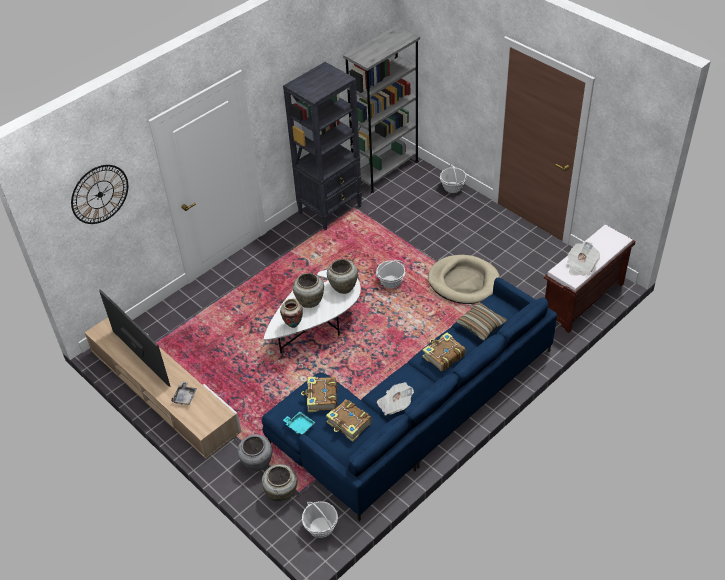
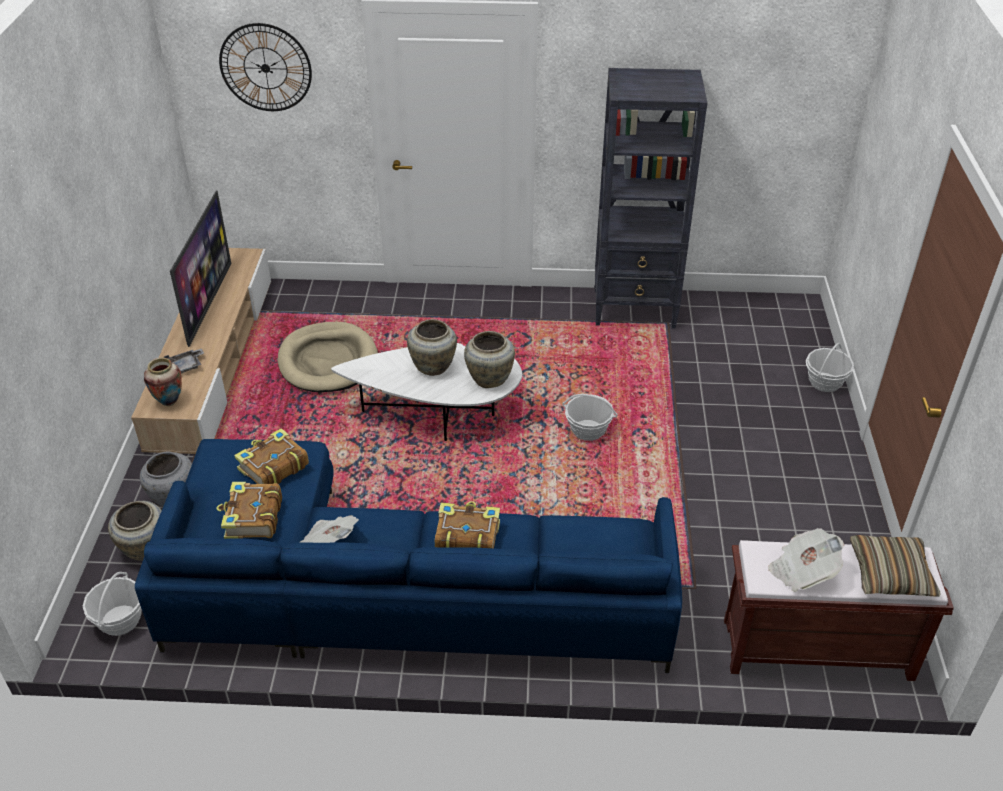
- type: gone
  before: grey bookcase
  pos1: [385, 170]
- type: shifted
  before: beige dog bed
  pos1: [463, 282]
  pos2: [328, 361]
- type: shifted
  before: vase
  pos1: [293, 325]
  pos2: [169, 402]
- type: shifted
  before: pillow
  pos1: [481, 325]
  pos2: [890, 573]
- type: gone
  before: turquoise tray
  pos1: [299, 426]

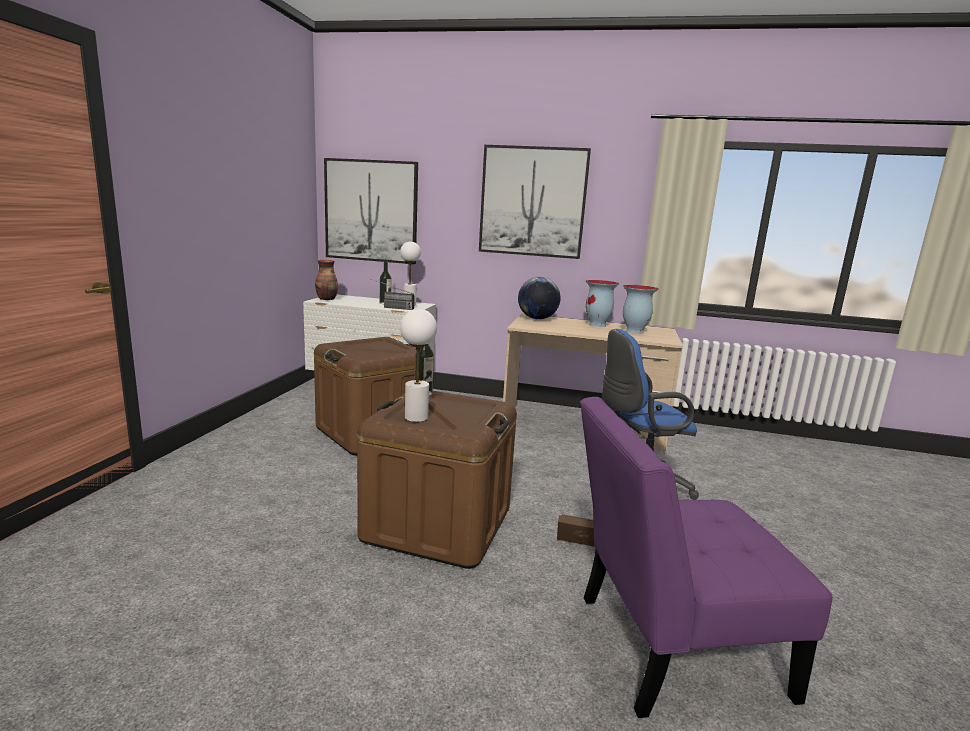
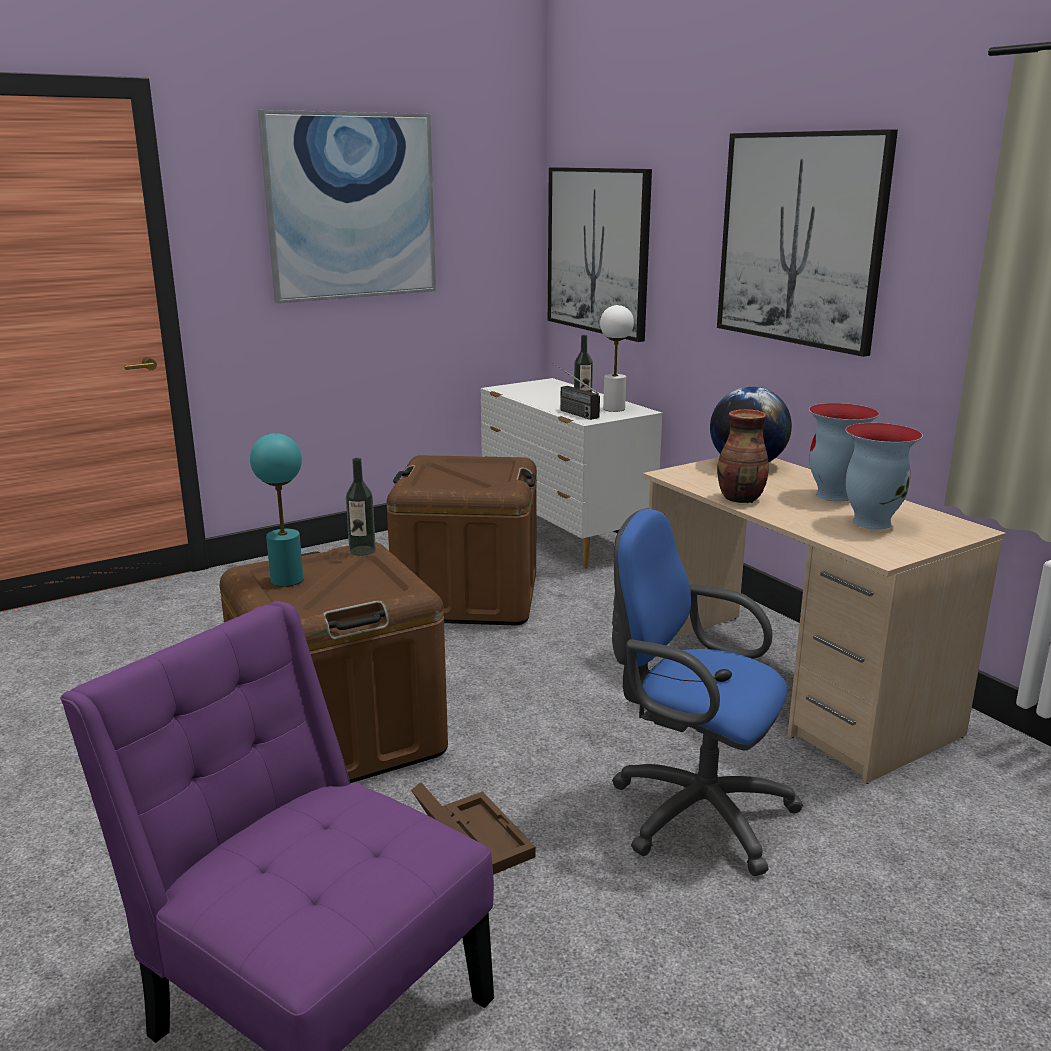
- type: shifted
  before: vase
  pos1: [327, 299]
  pos2: [741, 499]
- type: repainted
  before: white table lamp
  after: turquoise table lamp
  pos1: [416, 417]
  pos2: [287, 580]
- type: new
  after: picture
  pos2: [351, 207]

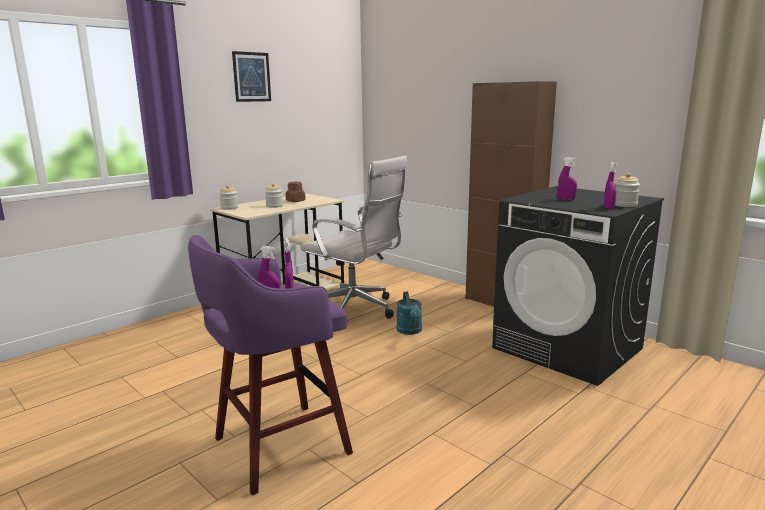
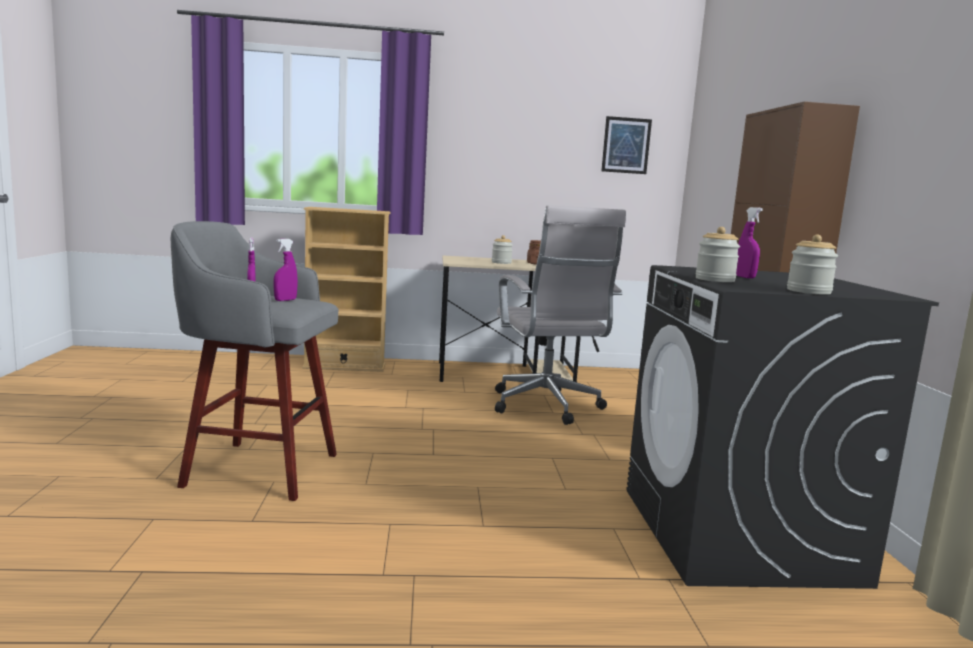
- type: shifted
  before: picture
  pos1: [252, 77]
  pos2: [626, 145]
- type: gone
  before: purple spray bottle
  pos1: [608, 208]
- type: shifted
  before: jar
  pos1: [229, 208]
  pos2: [715, 280]
- type: repainted
  before: purple stool
  after: grey stool
  pos1: [277, 447]
  pos2: [257, 469]
- type: gone
  before: turquoise watering can
  pos1: [410, 331]
- type: new
  after: beige bookcase
  pos2: [344, 366]

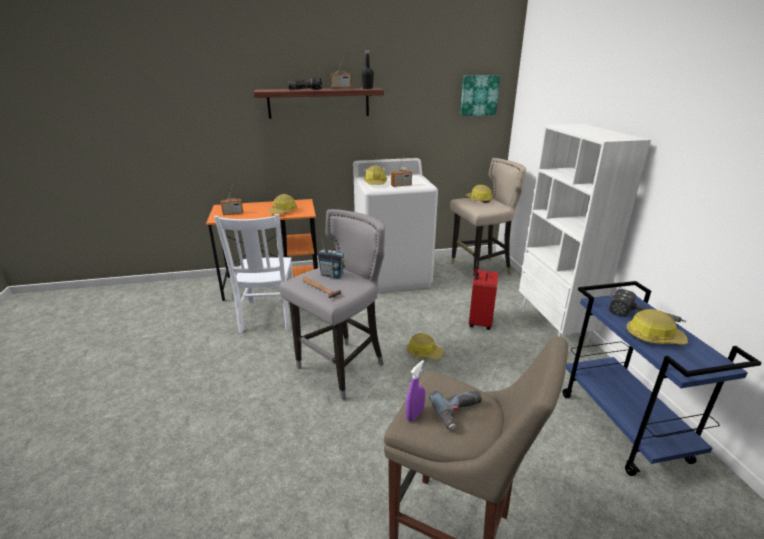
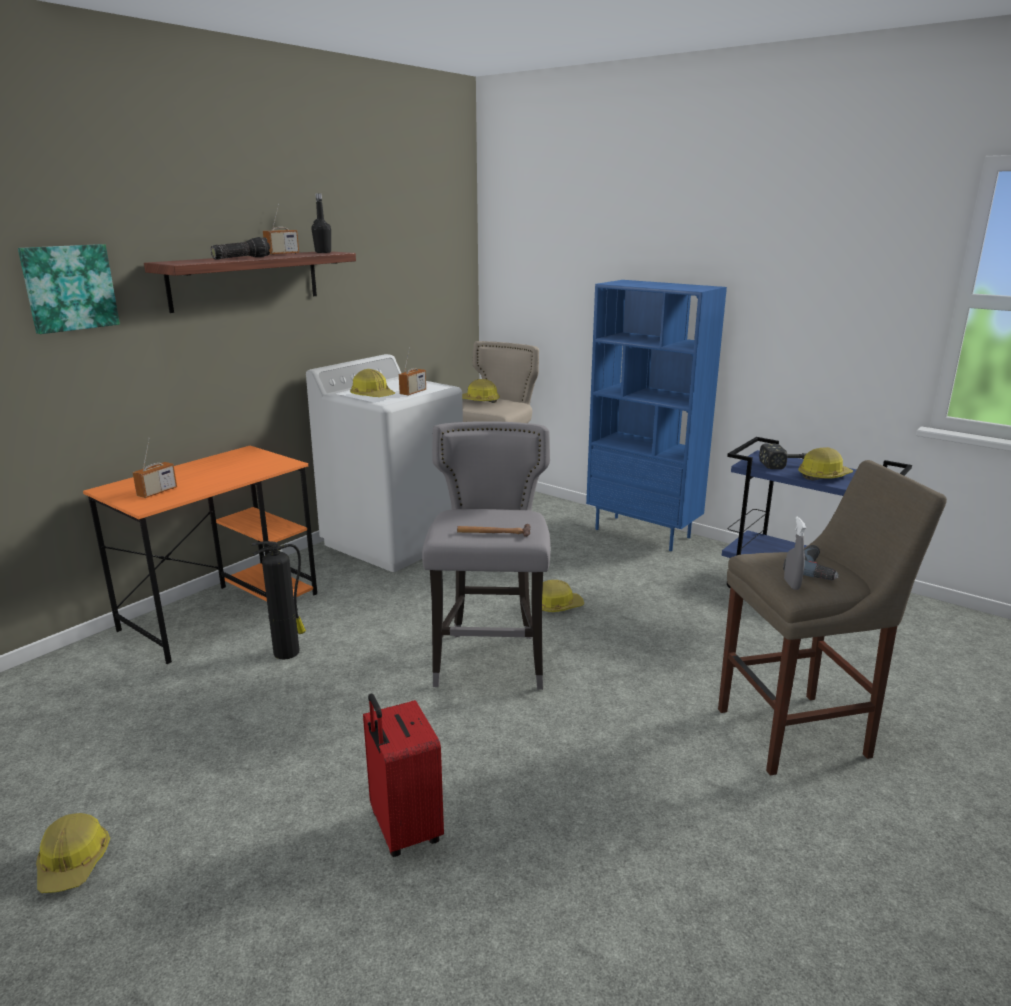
- type: shifted
  before: picture
  pos1: [479, 95]
  pos2: [69, 288]
- type: repainted
  before: white bookcase
  after: blue bookcase
  pos1: [554, 327]
  pos2: [643, 533]
- type: shifted
  before: hard hat
  pos1: [283, 211]
  pos2: [74, 863]
- type: swapped
  before: white chair
  after: fire extinguisher
  pos1: [268, 316]
  pos2: [288, 652]
- type: gone
  before: radio
  pos1: [332, 275]
- type: shifted
  before: red suitcase
  pos1: [479, 322]
  pos2: [403, 829]
- type: repainted
  before: purple spray bottle
  after: grey spray bottle
  pos1: [415, 414]
  pos2: [791, 584]

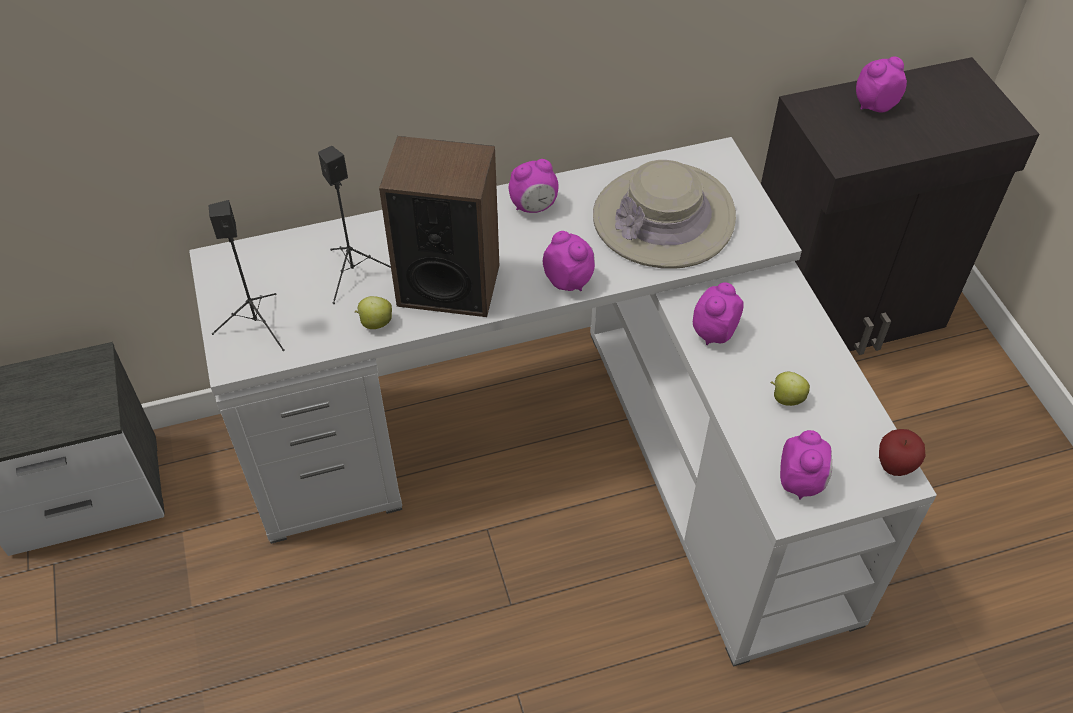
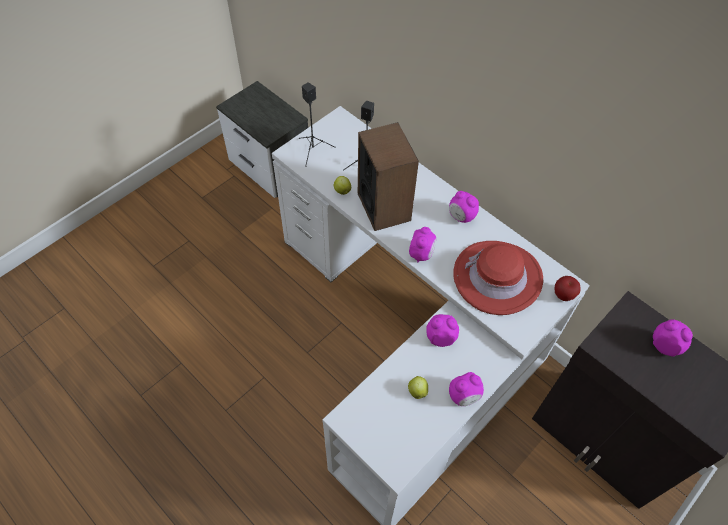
- type: repainted
  before: beige hat
  after: red hat
  pos1: [663, 218]
  pos2: [497, 277]
- type: shifted
  before: apple
  pos1: [894, 466]
  pos2: [563, 295]
- type: shifted
  before: alarm clock
  pos1: [800, 482]
  pos2: [464, 396]

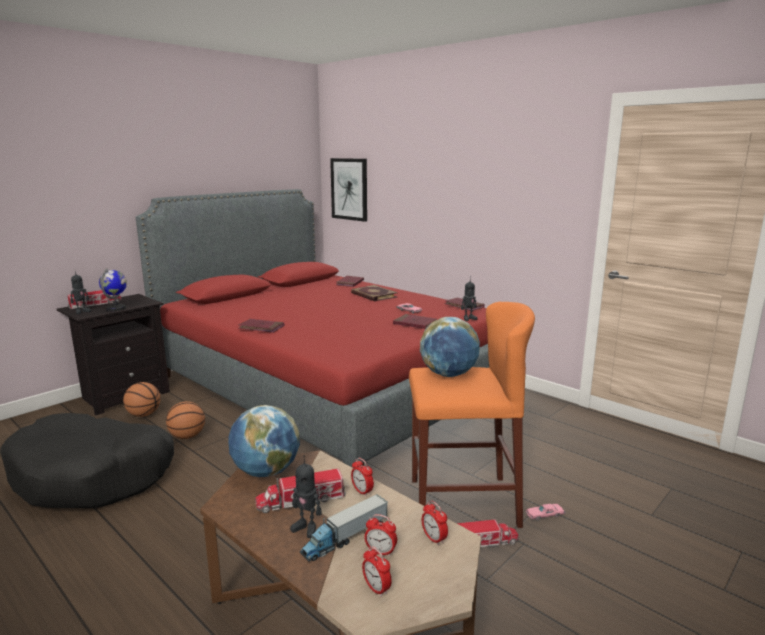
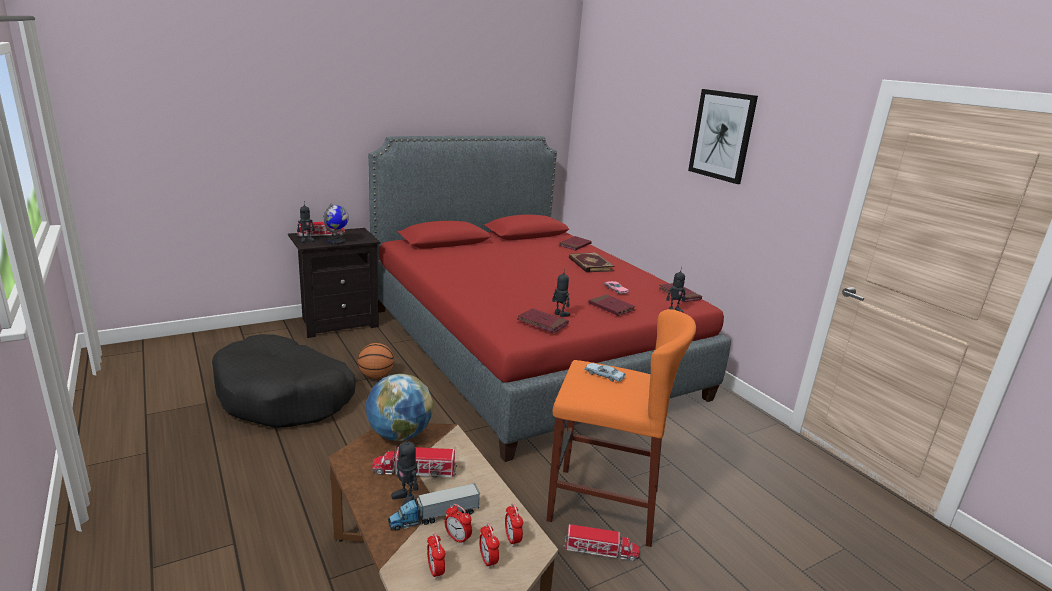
- type: shifted
  before: picture
  pos1: [349, 189]
  pos2: [722, 135]
- type: swapped
  before: globe
  after: blue toy car
  pos1: [448, 374]
  pos2: [604, 375]
- type: shifted
  before: red book
  pos1: [261, 328]
  pos2: [542, 323]
- type: gone
  before: basketball
  pos1: [144, 414]
- type: shifted
  before: alarm clock
  pos1: [362, 491]
  pos2: [488, 560]
- type: gone
  before: pink toy car
  pos1: [545, 515]
- type: new
  after: toy robot
  pos2: [560, 314]

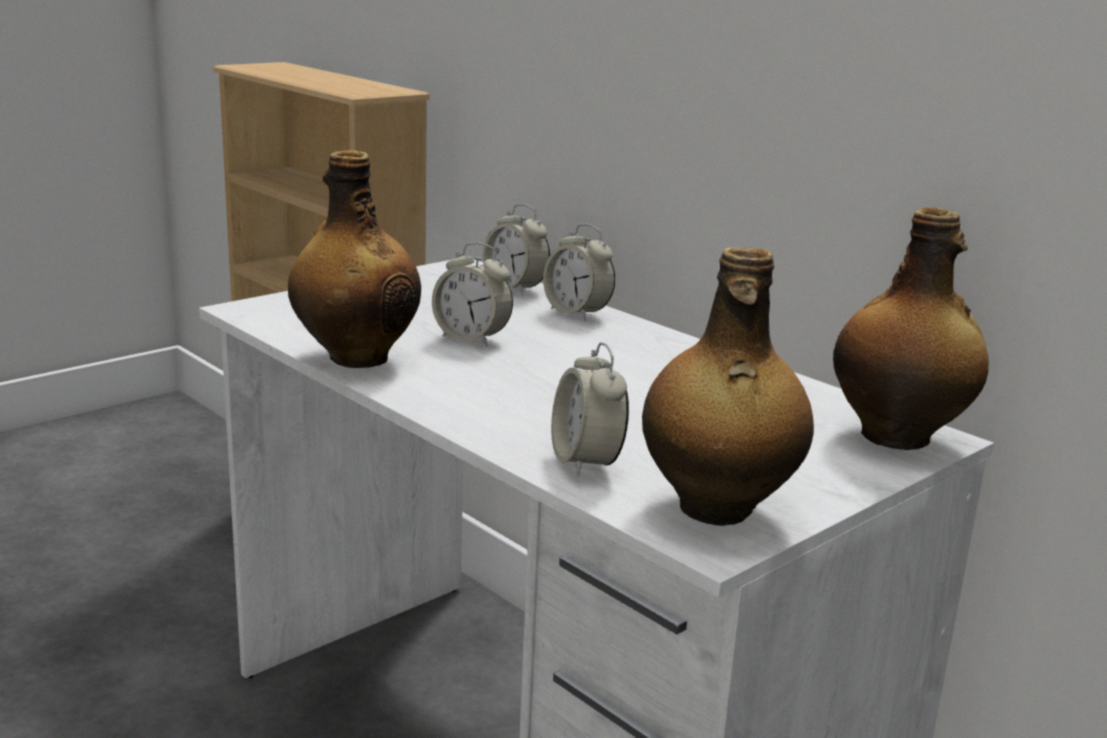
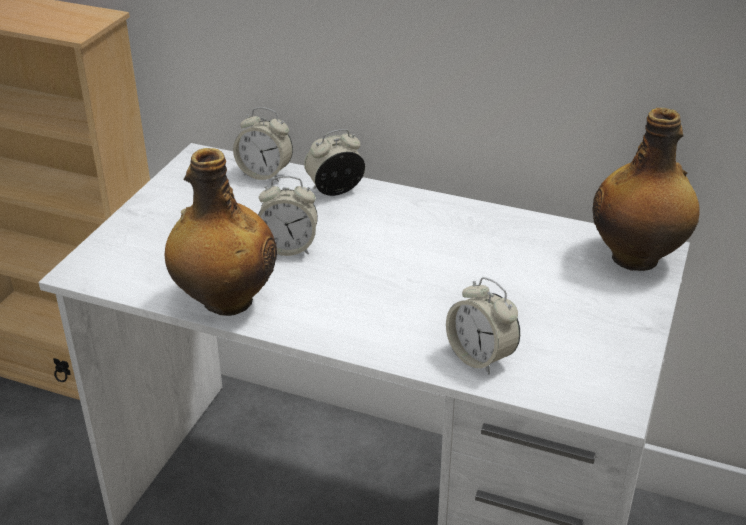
- type: rotated
  before: alarm clock
  pos1: [577, 313]
  pos2: [335, 190]
  turn: 135
- type: gone
  before: bottle
  pos1: [716, 509]

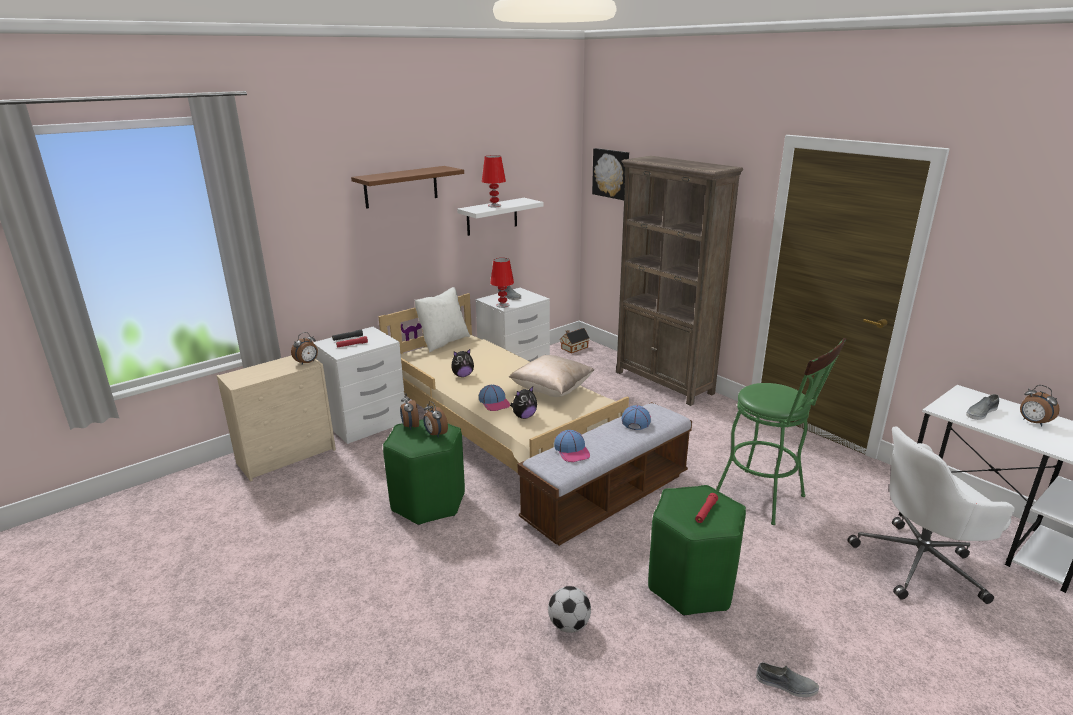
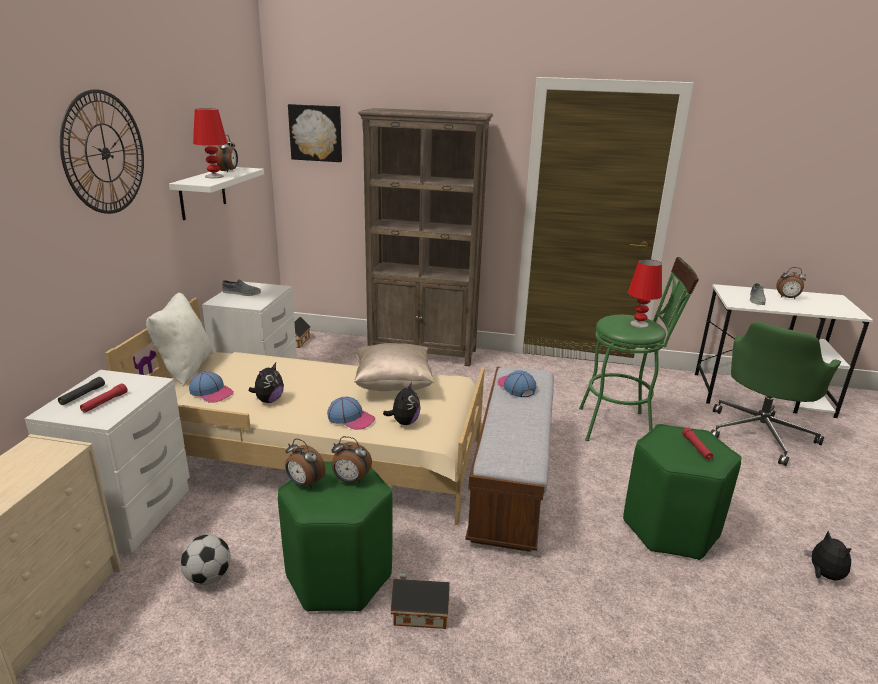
- type: swapped
  before: brown shelf
  after: wall clock
  pos1: [401, 187]
  pos2: [105, 153]
- type: shifted
  before: red table lamp
  pos1: [503, 305]
  pos2: [639, 324]
- type: shifted
  before: alarm clock
  pos1: [307, 363]
  pos2: [229, 171]
- type: repainted
  before: white office chair
  after: green office chair
  pos1: [920, 564]
  pos2: [760, 434]
- type: shifted
  before: cap
  pos1: [572, 451]
  pos2: [212, 392]
- type: shifted
  before: football
  pos1: [569, 625]
  pos2: [208, 578]
- type: swapped
  before: grey shoe
  after: plush toy
  pos1: [786, 685]
  pos2: [823, 575]
- type: new
  after: toy house
  pos2: [418, 612]

